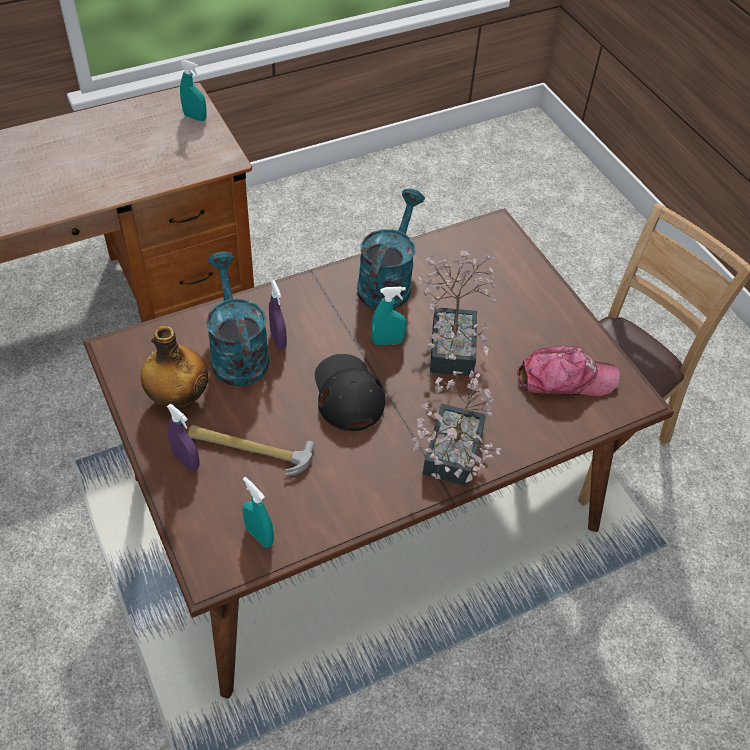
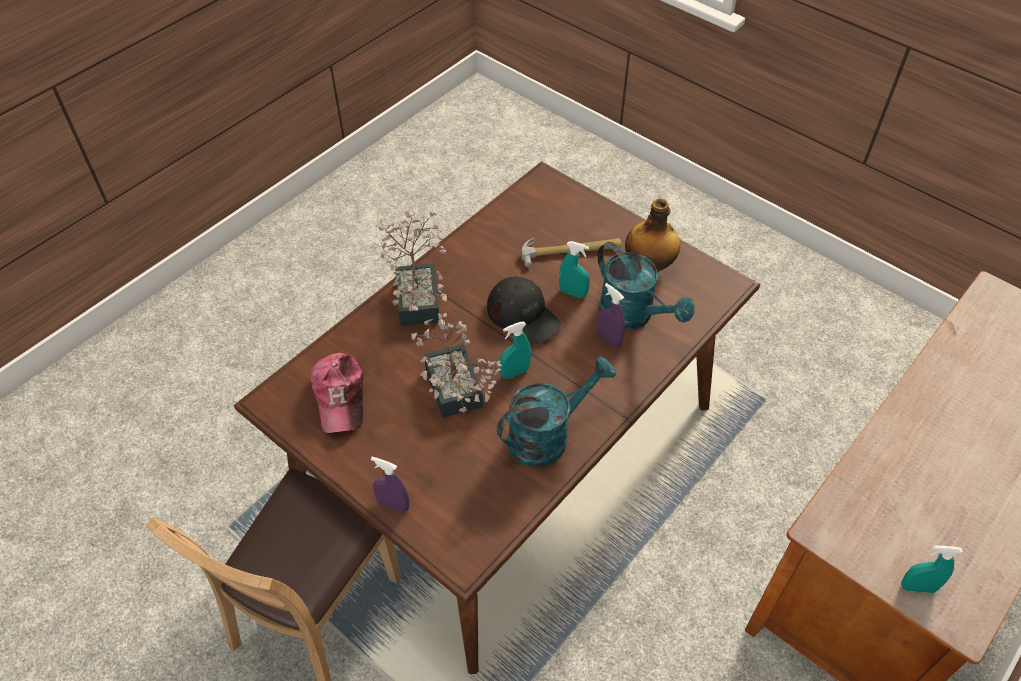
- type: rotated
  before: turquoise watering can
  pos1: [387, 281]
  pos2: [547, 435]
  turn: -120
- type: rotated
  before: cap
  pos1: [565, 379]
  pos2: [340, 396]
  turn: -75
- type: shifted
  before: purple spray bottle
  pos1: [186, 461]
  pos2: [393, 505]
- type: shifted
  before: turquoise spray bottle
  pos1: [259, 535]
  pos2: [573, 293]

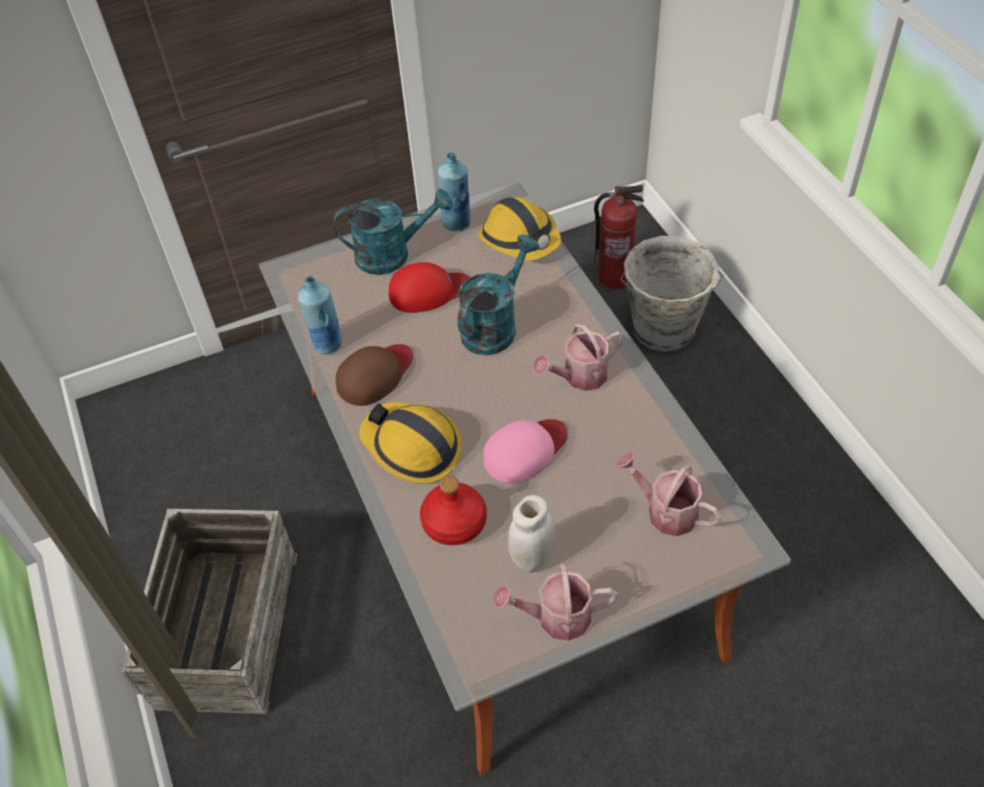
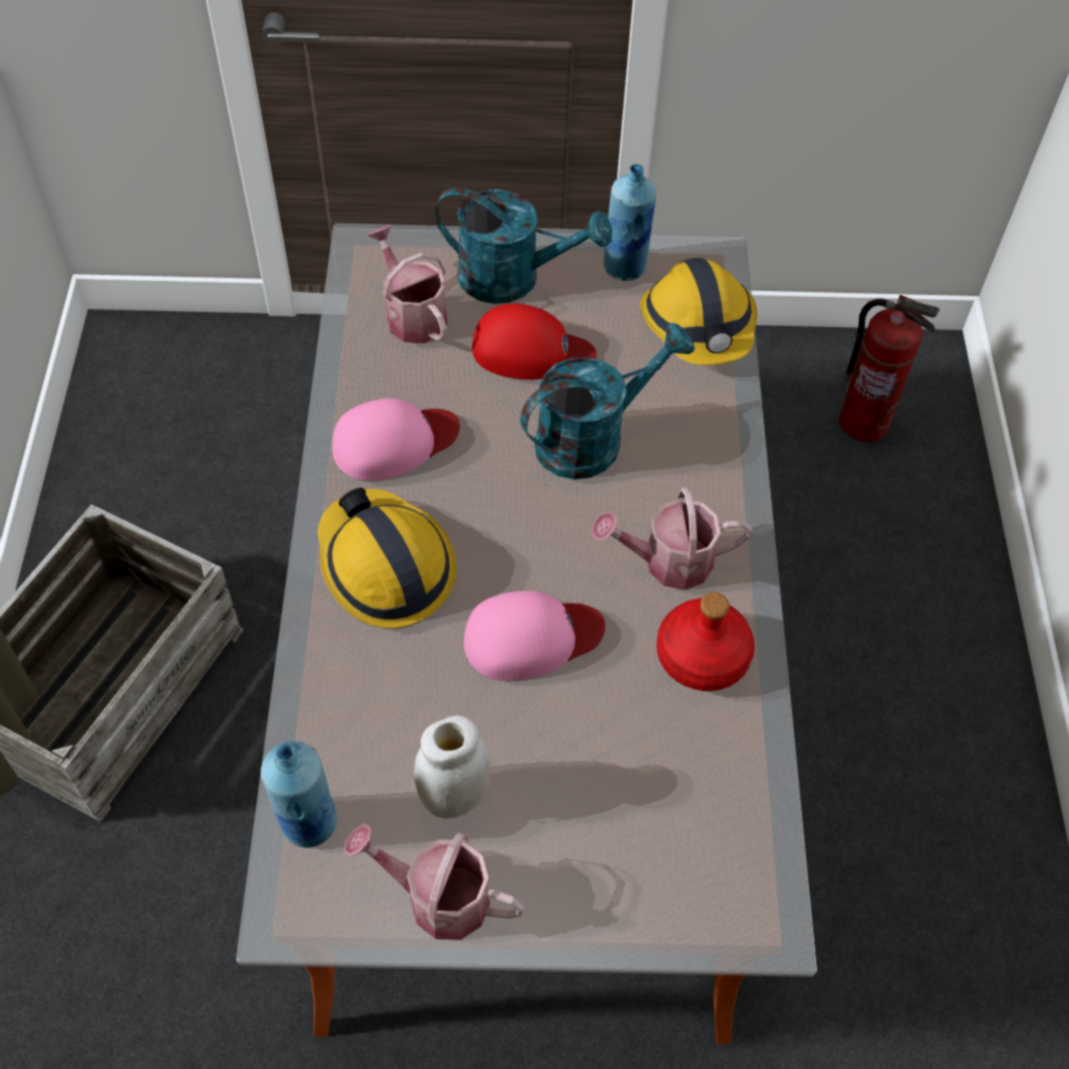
- type: gone
  before: grey bucket
  pos1: [664, 331]
- type: shifted
  before: blue bottle
  pos1: [326, 344]
  pos2: [308, 823]
- type: repainted
  before: brown cap
  after: pink cap
  pos1: [375, 375]
  pos2: [394, 442]
- type: shifted
  before: watering can
  pos1: [665, 511]
  pos2: [412, 314]
- type: shifted
  before: red bottle
  pos1: [454, 523]
  pos2: [701, 657]

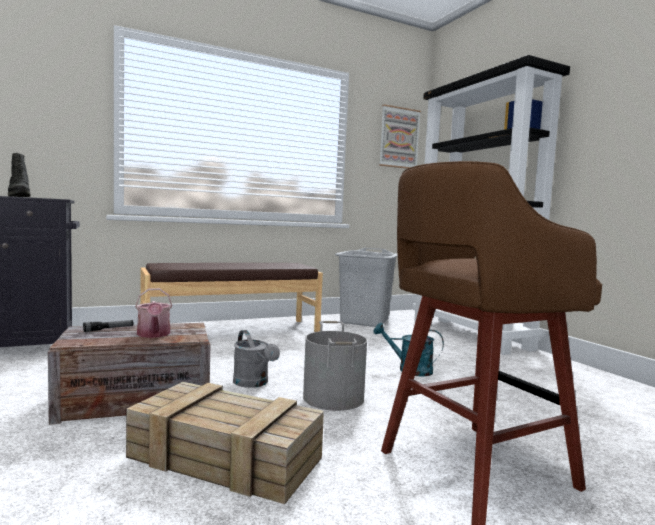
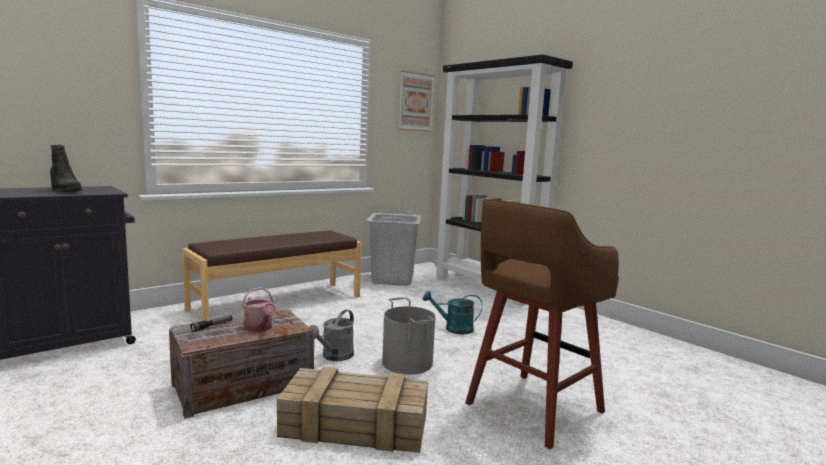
- type: rotated
  before: grey watering can
  pos1: [254, 383]
  pos2: [334, 357]
  turn: 75

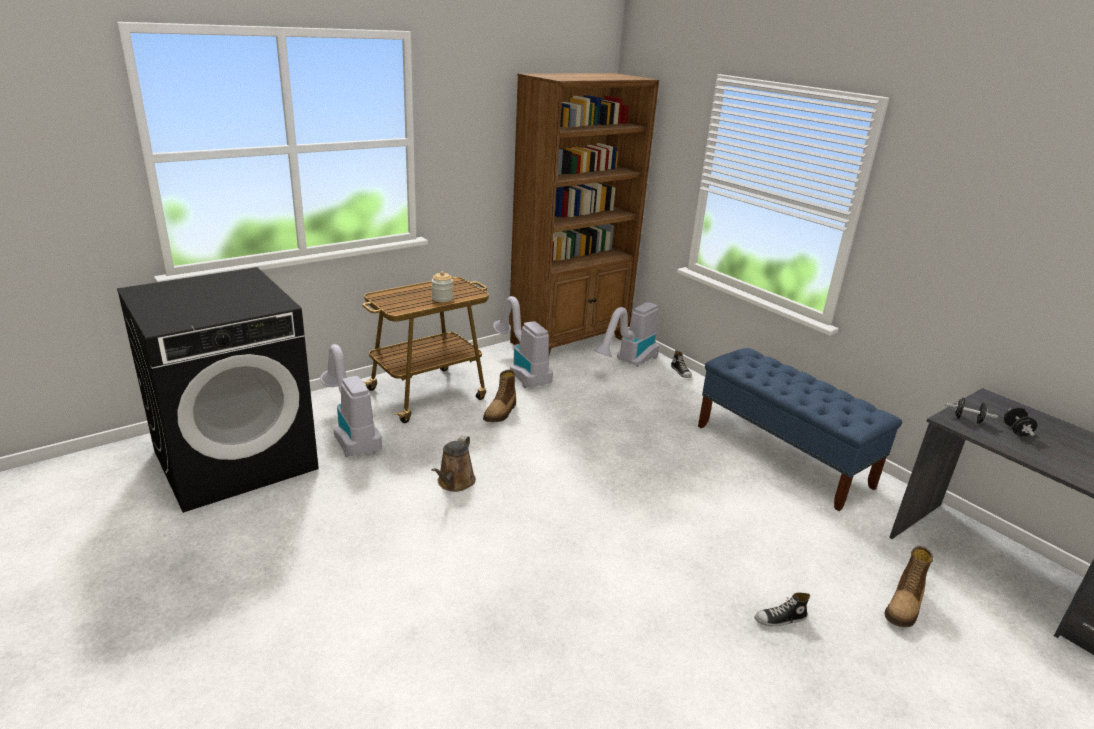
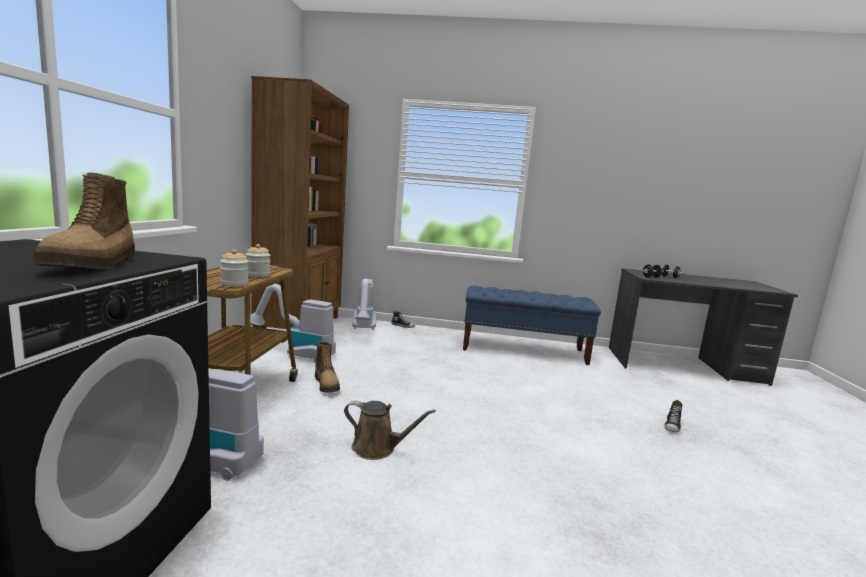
- type: rotated
  before: brown watering can
  pos1: [454, 483]
  pos2: [377, 448]
  turn: -45
- type: shifted
  before: boot
  pos1: [904, 606]
  pos2: [94, 265]
- type: new
  after: jar
  pos2: [234, 284]

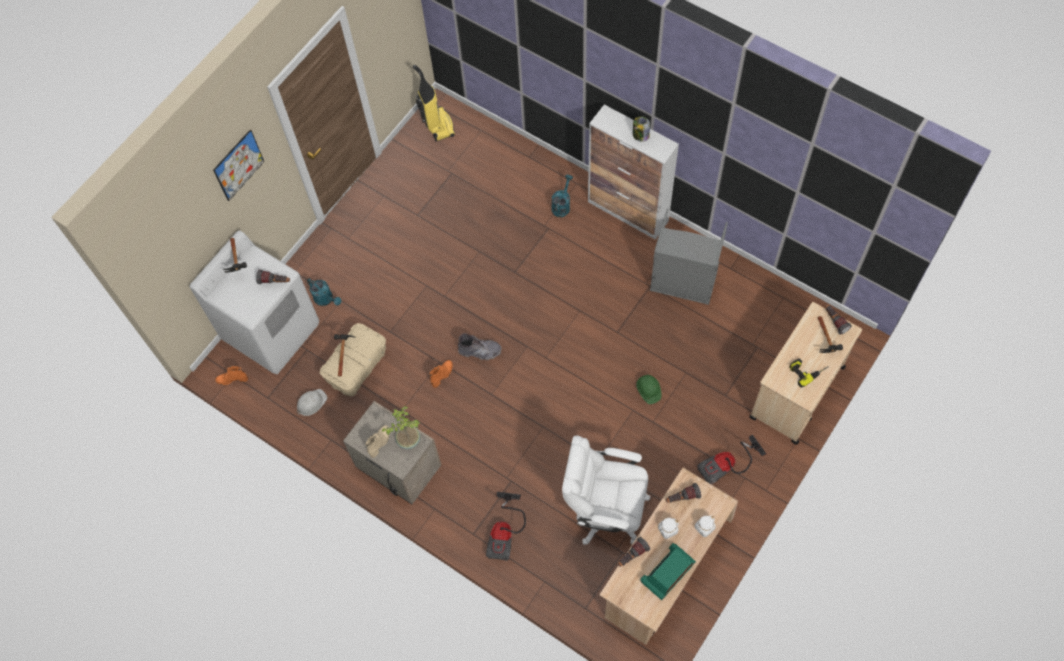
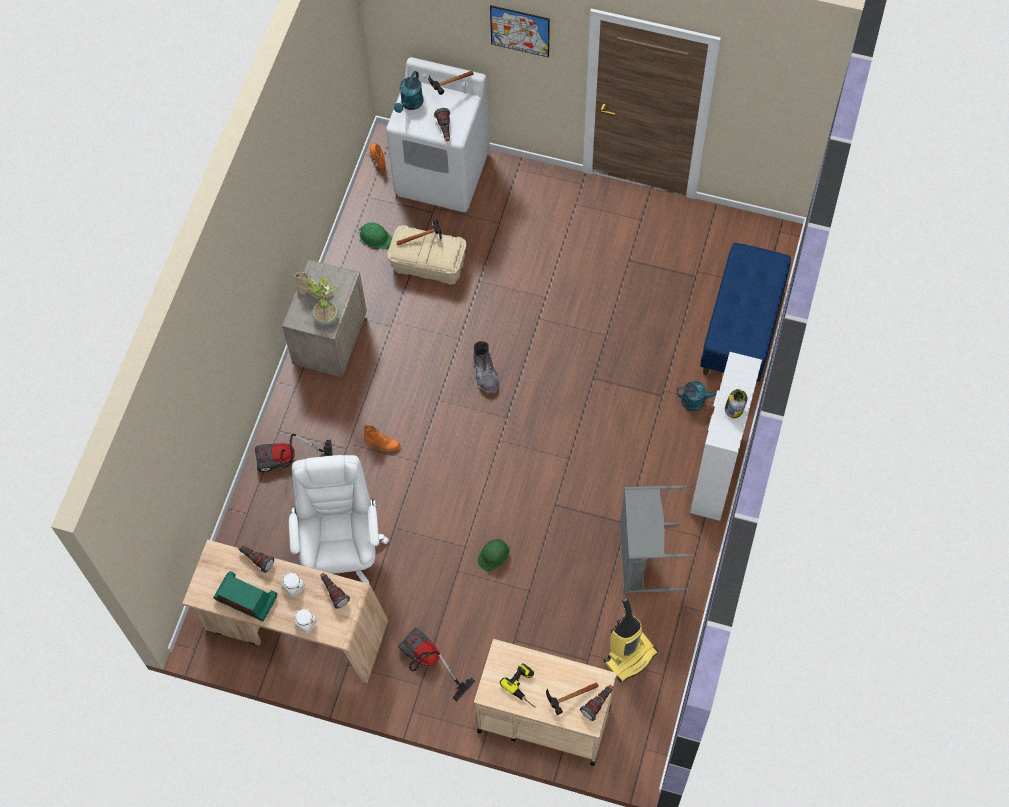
- type: shifted
  before: vacuum cleaner
  pos1: [438, 125]
  pos2: [629, 656]
- type: shifted
  before: turquoise watering can
  pos1: [326, 299]
  pos2: [410, 104]
- type: shifted
  before: orange boot
  pos1: [442, 375]
  pos2: [382, 444]
- type: repainted
  before: white hard hat
  after: green hard hat
  pos1: [311, 403]
  pos2: [375, 237]
- type: new
  after: blue bench
  pos2: [742, 330]

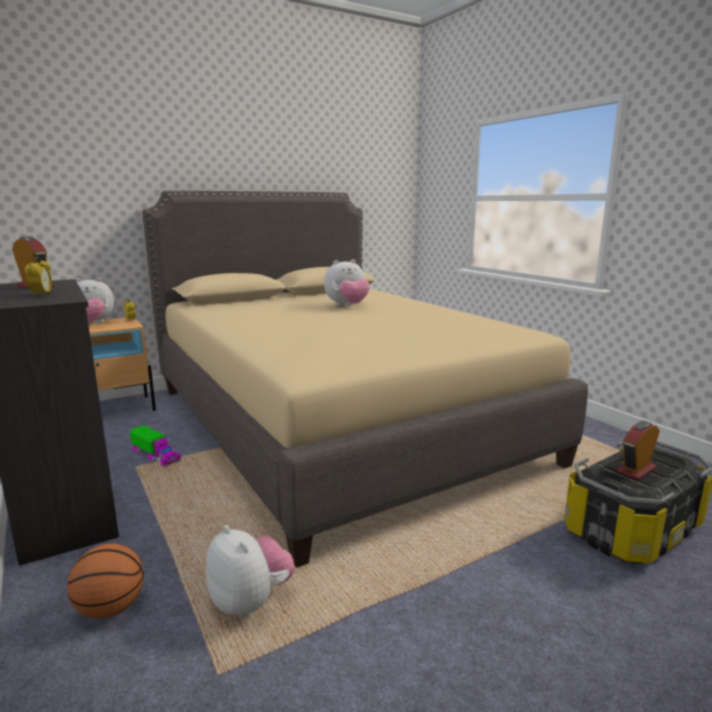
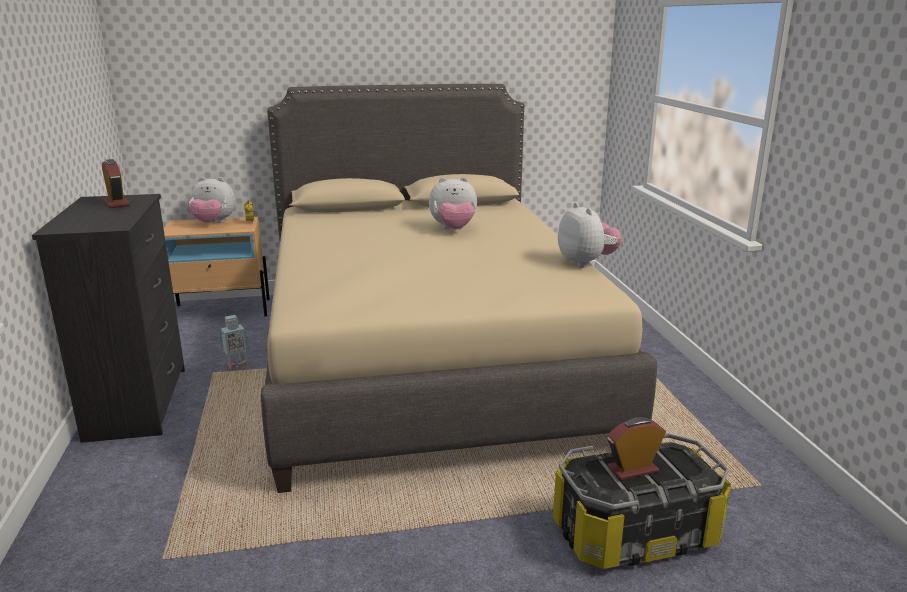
- type: gone
  before: alarm clock
  pos1: [42, 295]
- type: swapped
  before: toy truck
  after: toy robot
  pos1: [155, 456]
  pos2: [236, 364]
- type: shifted
  before: plush toy
  pos1: [251, 601]
  pos2: [586, 263]
- type: gone
  before: basketball
  pos1: [111, 608]

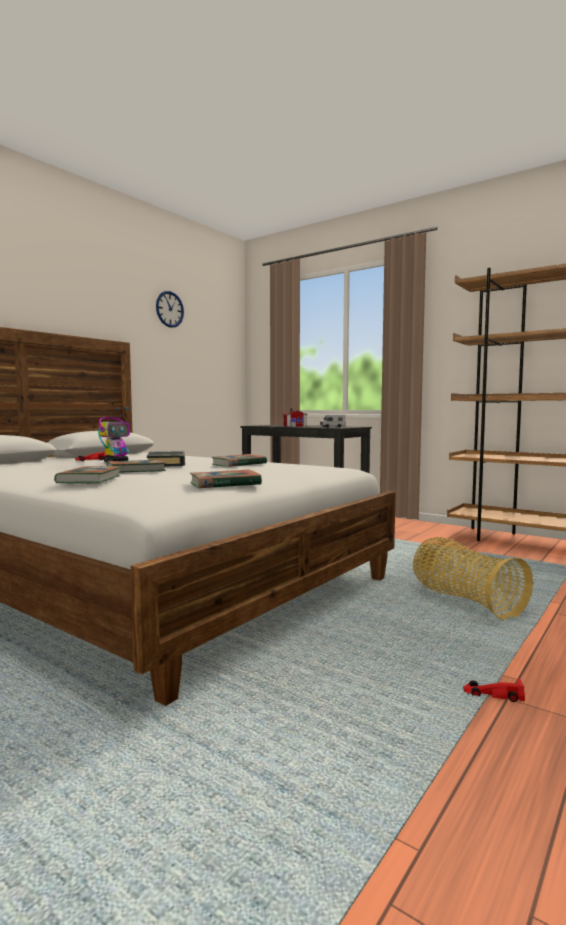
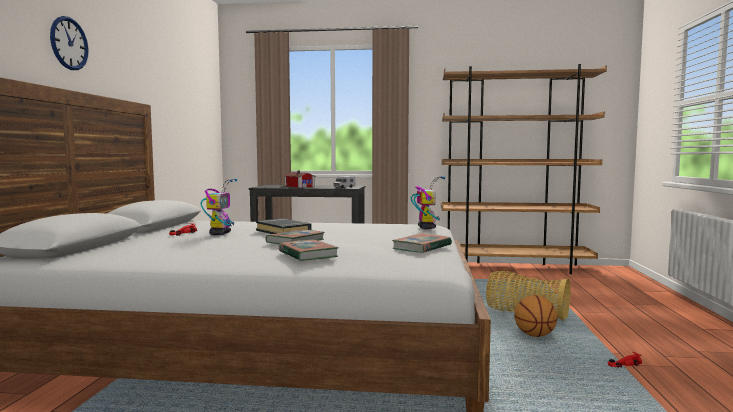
- type: shifted
  before: wall clock
  pos1: [169, 309]
  pos2: [69, 43]
- type: gone
  before: book
  pos1: [239, 464]
- type: new
  after: toy robot
  pos2: [426, 228]
- type: new
  after: basketball
  pos2: [535, 335]

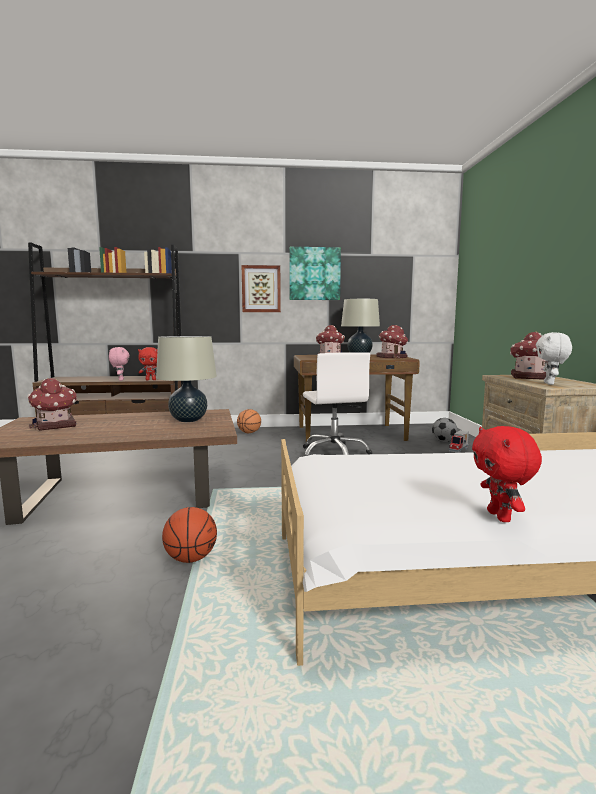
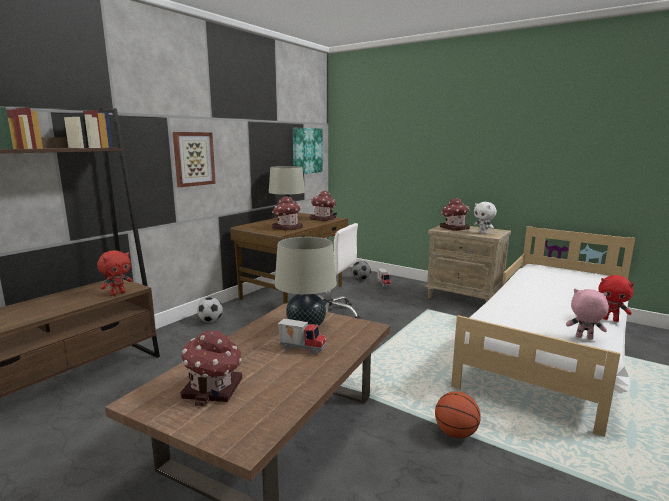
- type: shifted
  before: picture
  pos1: [314, 274]
  pos2: [306, 150]
- type: shifted
  before: pink plush toy
  pos1: [120, 380]
  pos2: [583, 338]
- type: swapped
  before: basketball
  after: football
  pos1: [249, 433]
  pos2: [210, 321]
- type: new
  after: toy truck
  pos2: [302, 348]

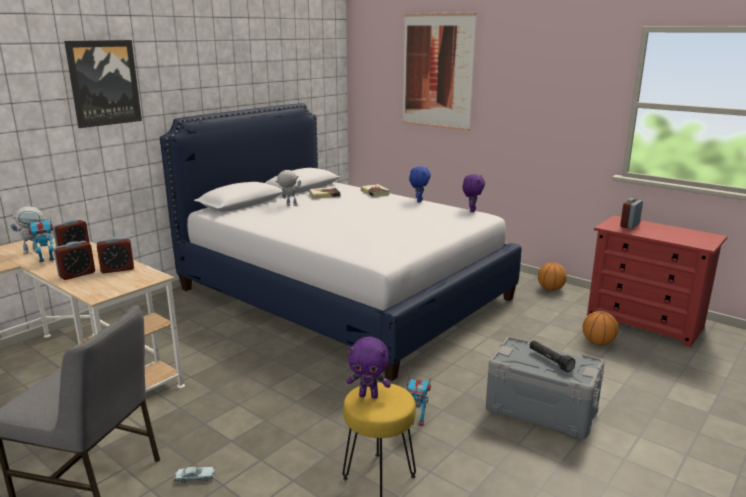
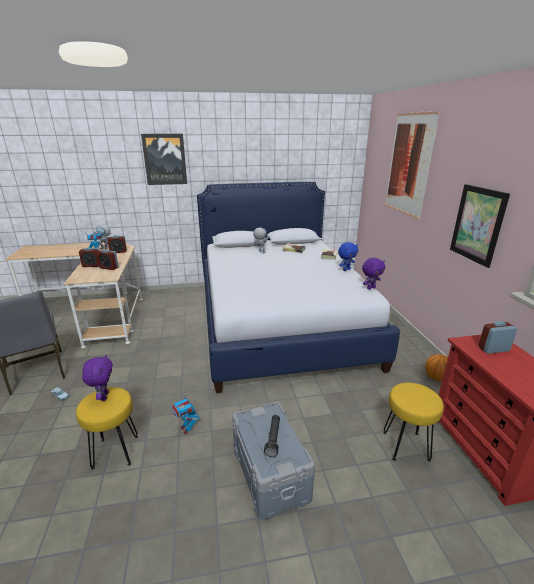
- type: swapped
  before: basketball
  after: yellow stool
  pos1: [598, 343]
  pos2: [406, 446]
- type: rotated
  before: purple plush toy
  pos1: [369, 395]
  pos2: [103, 396]
  turn: -150
- type: new
  after: picture
  pos2: [477, 224]

